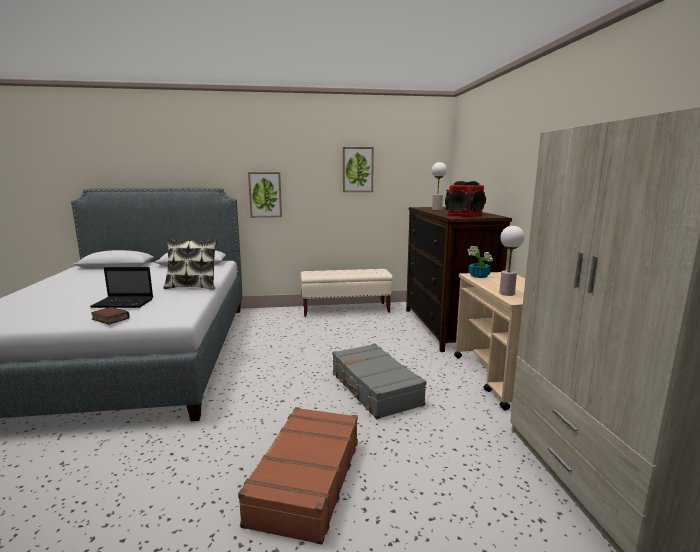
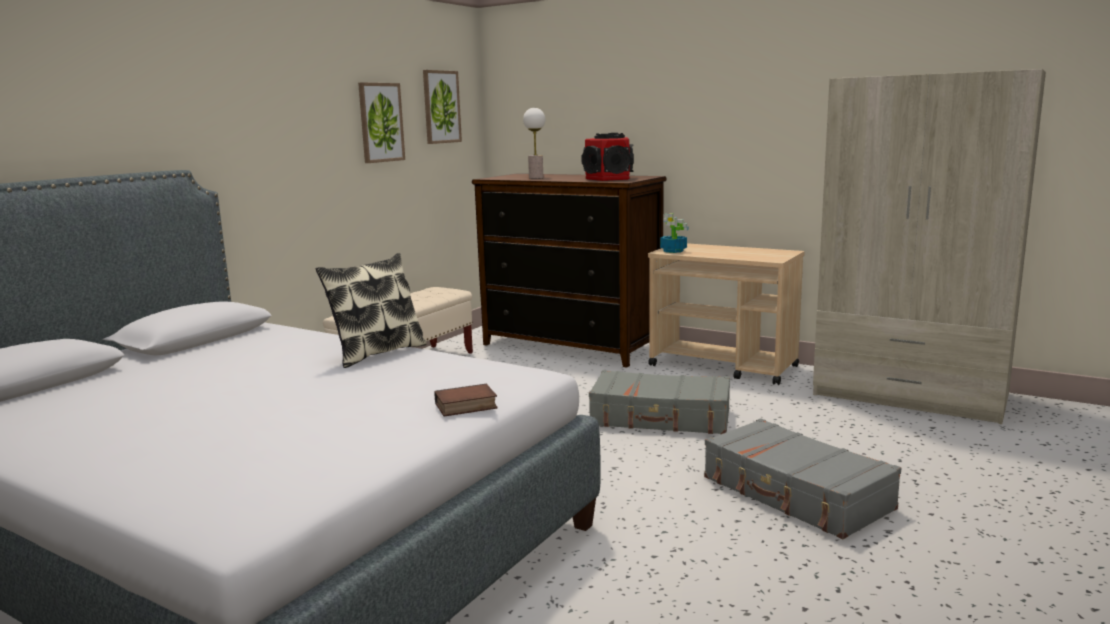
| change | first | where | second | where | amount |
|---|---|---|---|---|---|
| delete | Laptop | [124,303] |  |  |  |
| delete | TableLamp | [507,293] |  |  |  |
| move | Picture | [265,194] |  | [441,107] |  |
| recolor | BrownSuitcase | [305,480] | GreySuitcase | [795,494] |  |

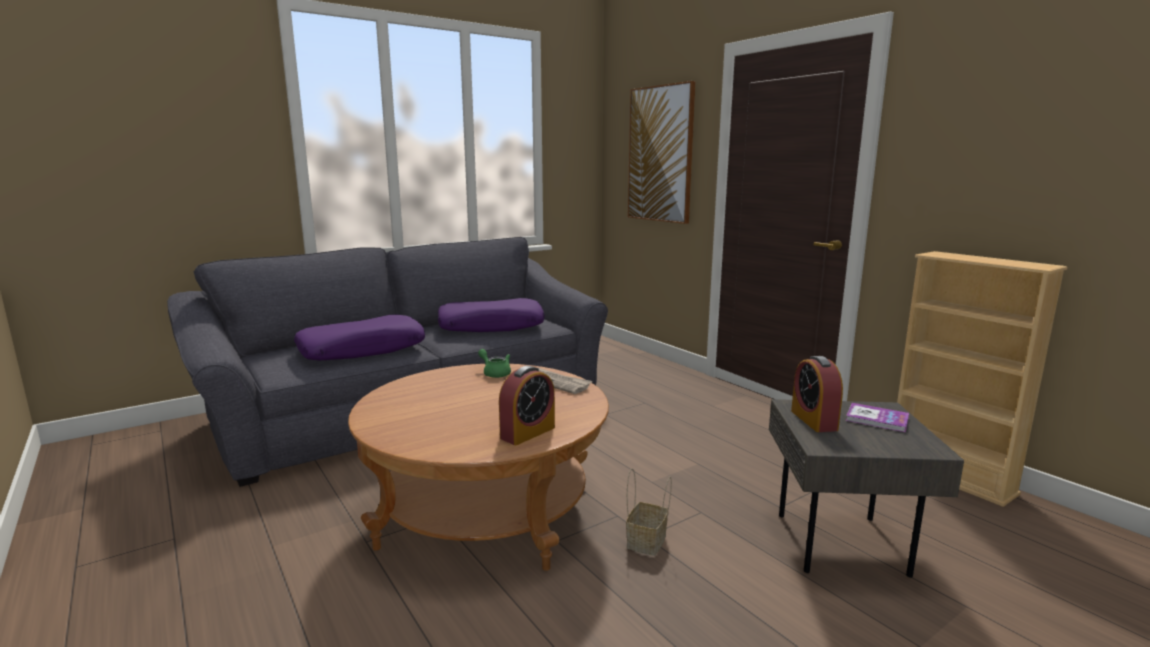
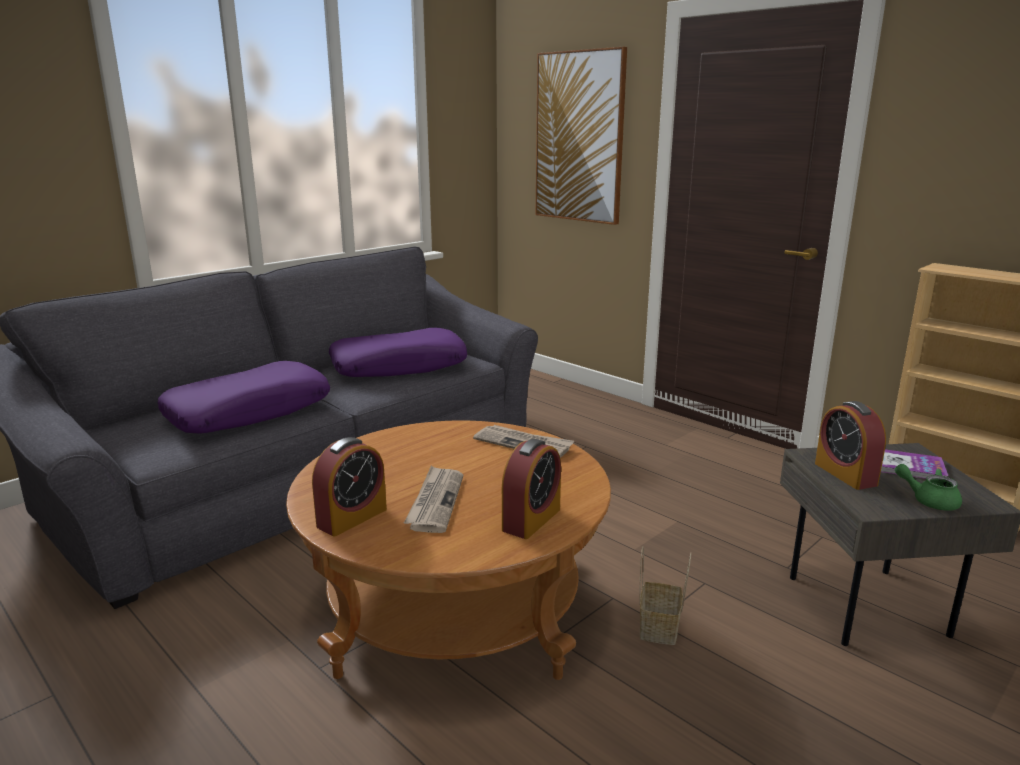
| change | first | where | second | where | amount |
|---|---|---|---|---|---|
| insert |  |  | AlarmClock | [352,518] |  |
| insert |  |  | Newspaper | [435,501] |  |
| move | GreenTeapot | [495,373] |  | [928,500] |  |

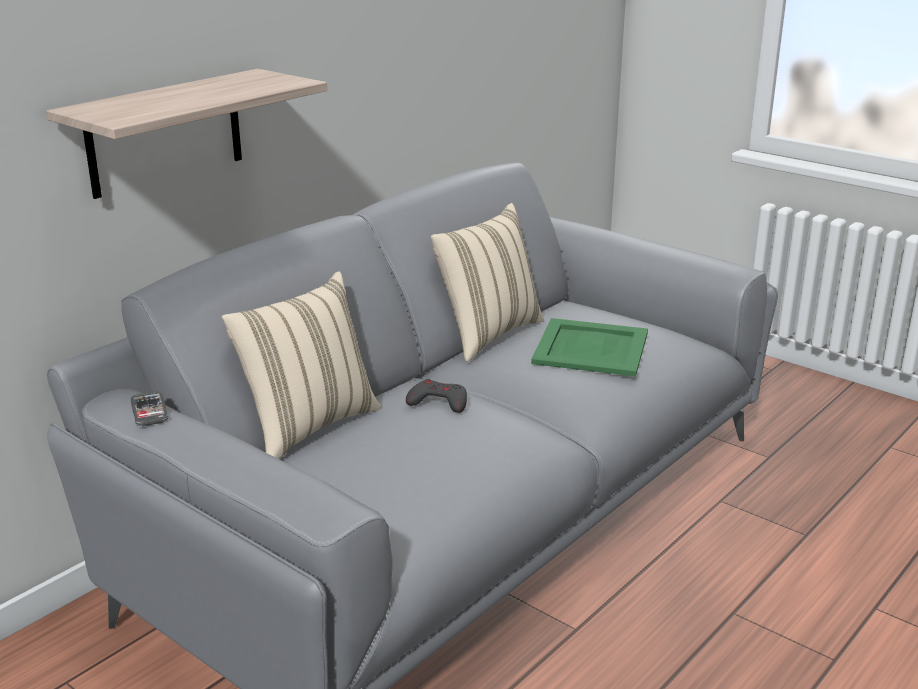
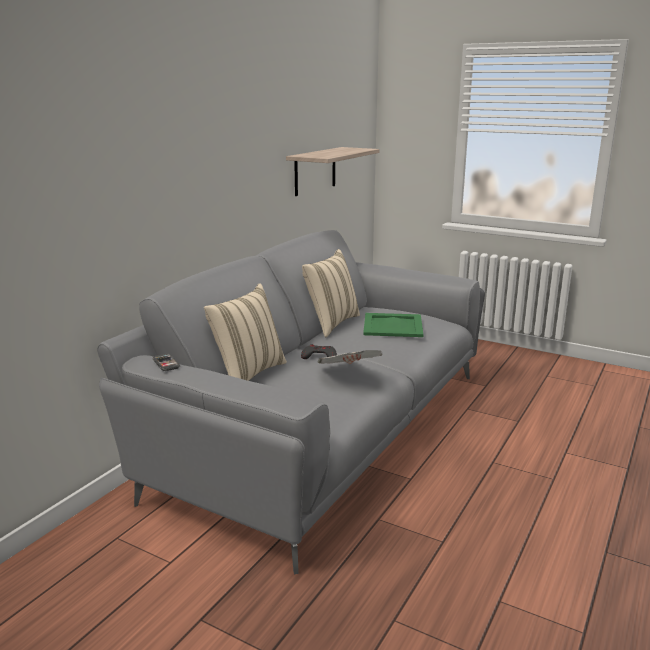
| change | first | where | second | where | amount |
|---|---|---|---|---|---|
| insert |  |  | Newspaper | [349,374] |  |
| move | Shelf | [165,133] |  | [315,171] |  |

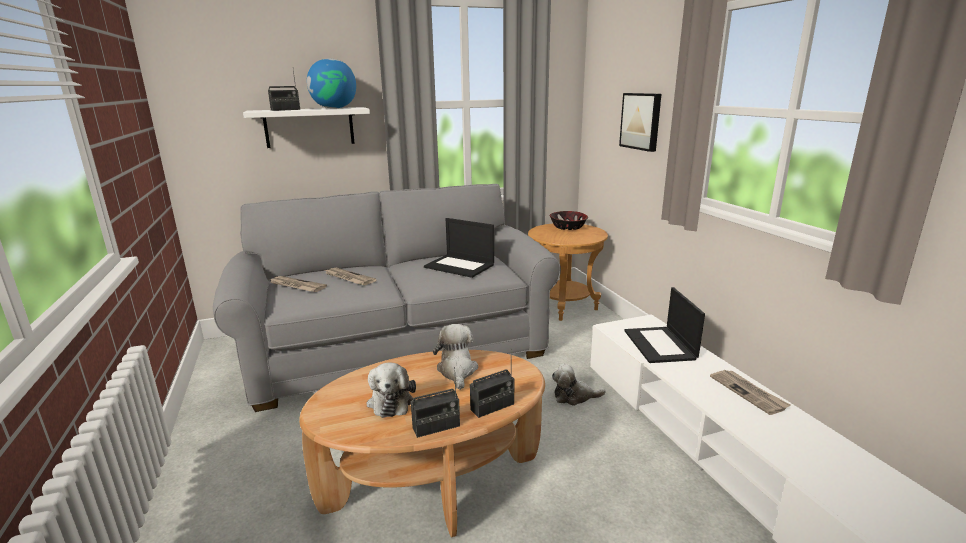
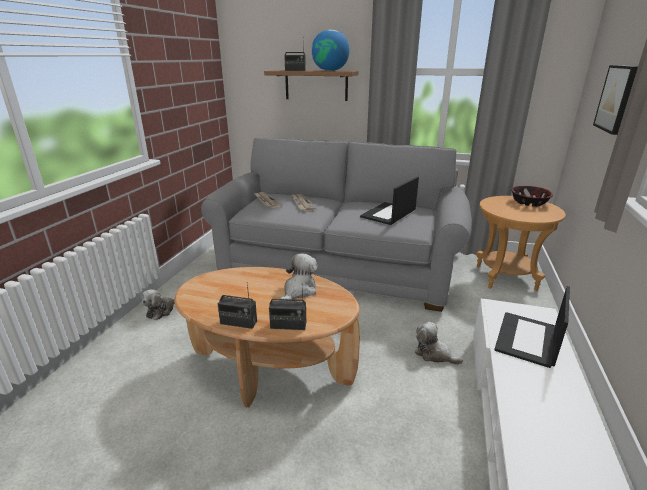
| change | first | where | second | where | amount |
|---|---|---|---|---|---|
| delete | Newspaper | [748,393] |  |  |  |
| move | PlushToy | [391,401] |  | [161,310] |  |
| recolor | WhiteShelf | [309,127] | BrownShelf | [316,85] |  |
| rotate | Laptop | [460,266] |  | [388,214] | 60 degrees clockwise |

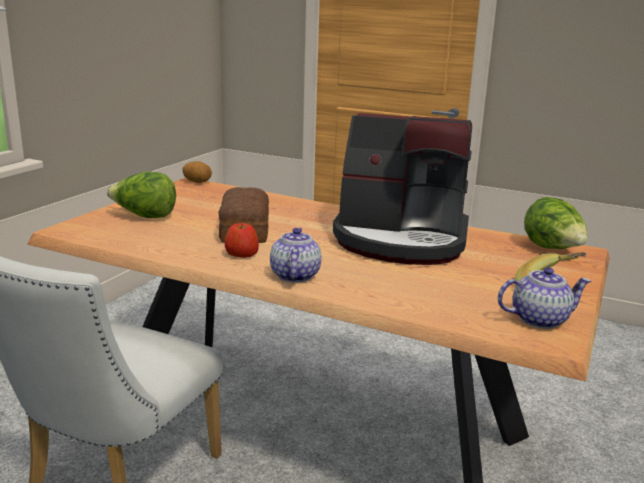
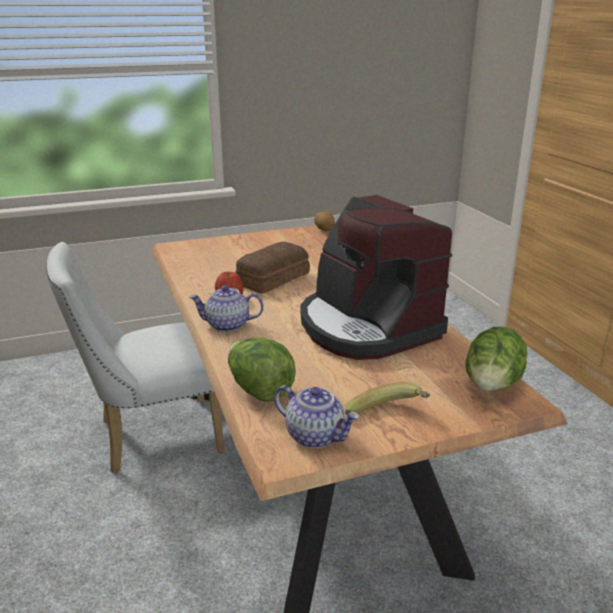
| change | first | where | second | where | amount |
|---|---|---|---|---|---|
| move | Lettuce | [144,217] |  | [259,390] |  |
| rotate | Teapot | [294,275] |  | [227,325] | 135 degrees counterclockwise |

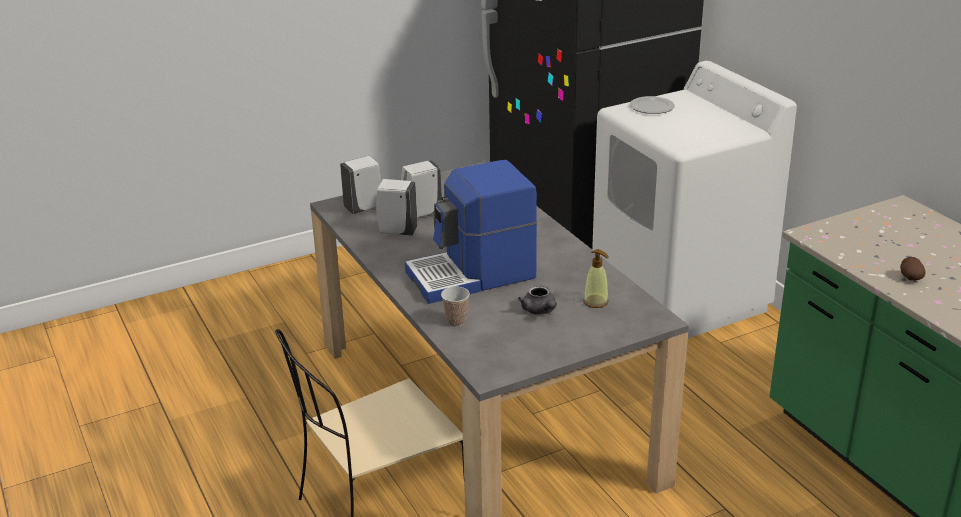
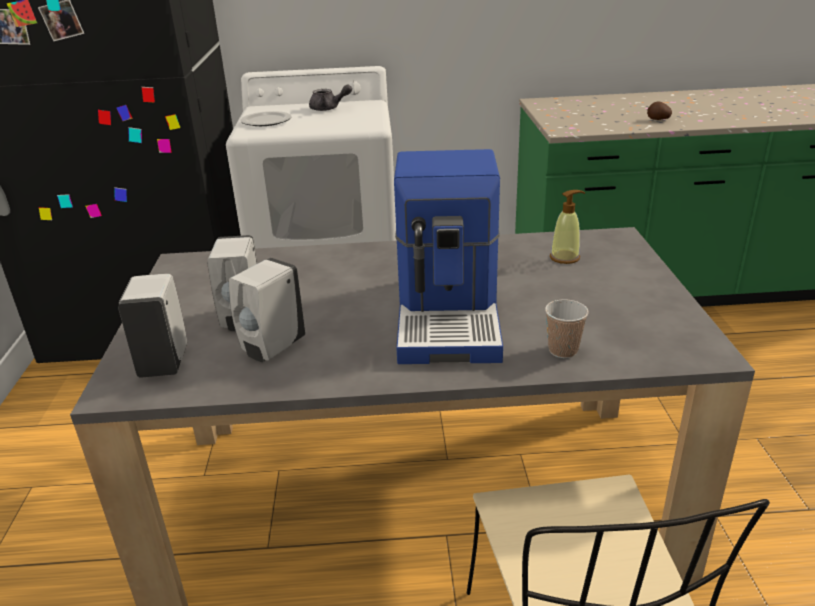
| change | first | where | second | where | amount |
|---|---|---|---|---|---|
| move | GreyTeapot | [540,311] |  | [328,108] |  |

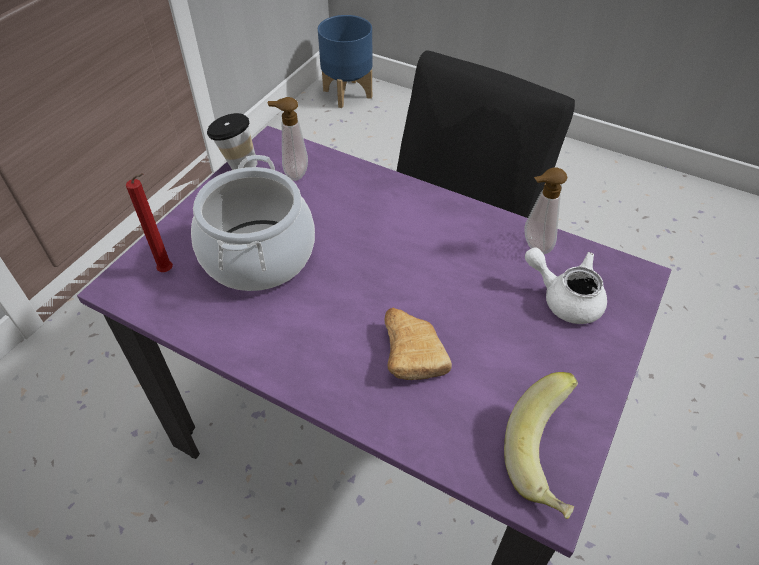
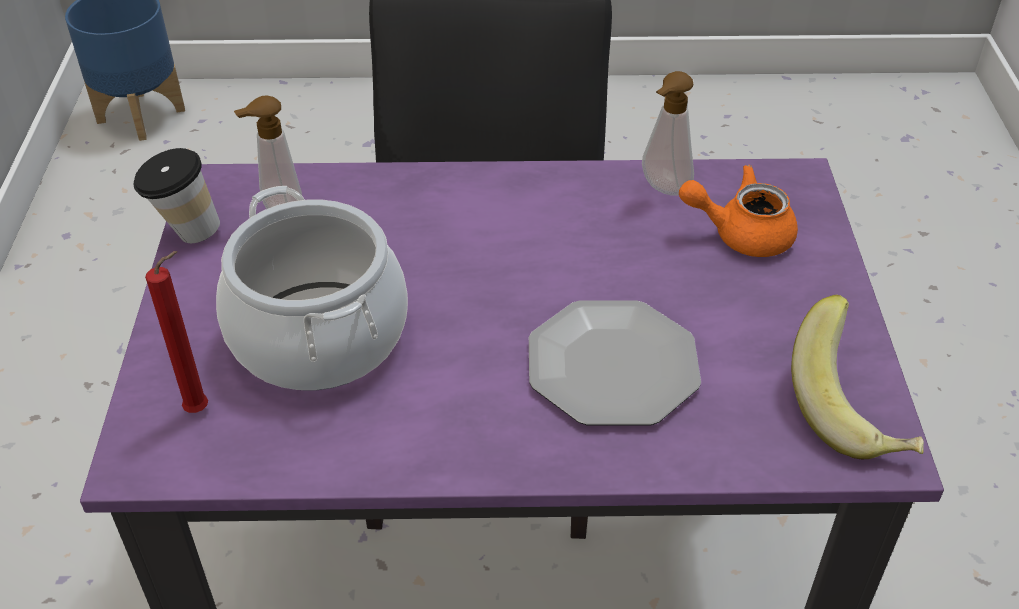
| change | first | where | second | where | amount |
|---|---|---|---|---|---|
| replace | Bread | [410,350] | Plate | [613,365] |  |
| recolor | WhiteTeapot | [565,298] | OrangeTeapot | [741,233] |  |

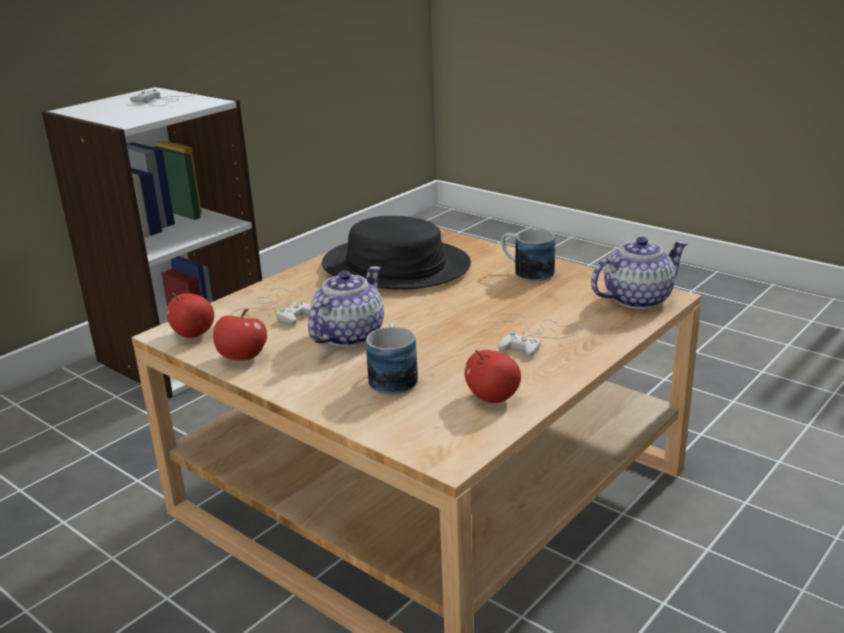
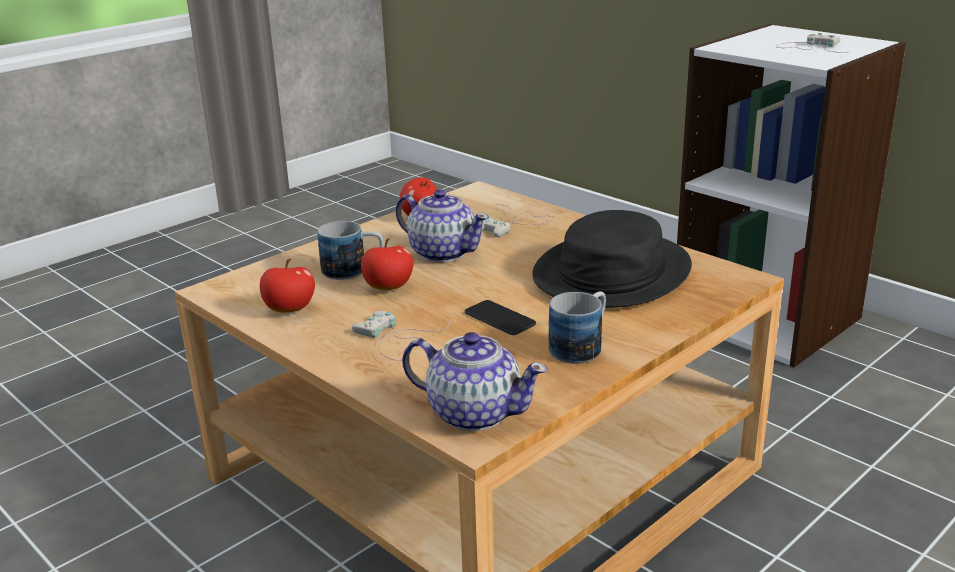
| change | first | where | second | where | amount |
|---|---|---|---|---|---|
| insert |  |  | Phone | [499,319] |  |
| move | Apple | [193,334] |  | [388,288] |  |
| rotate | Teapot | [636,299] |  | [474,413] | 45 degrees counterclockwise |

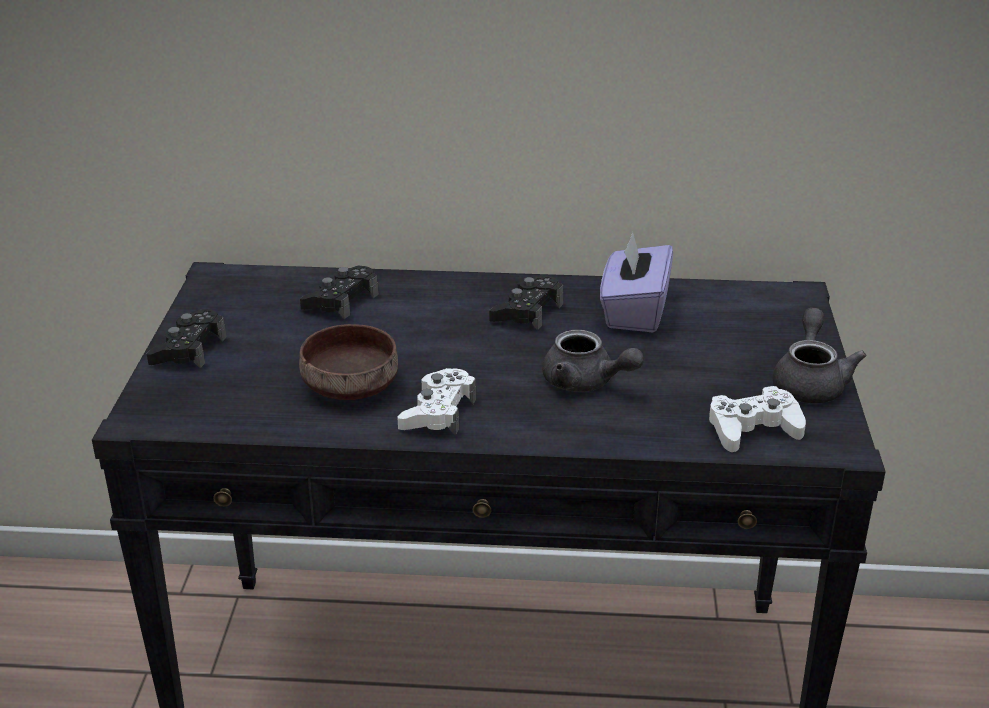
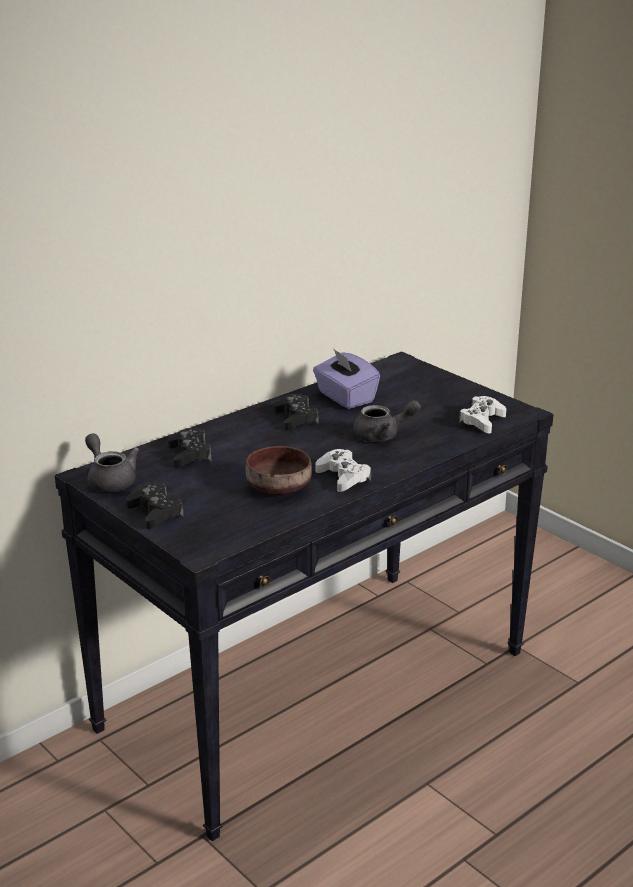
| change | first | where | second | where | amount |
|---|---|---|---|---|---|
| move | GreyTeapot | [810,382] |  | [110,480] |  |

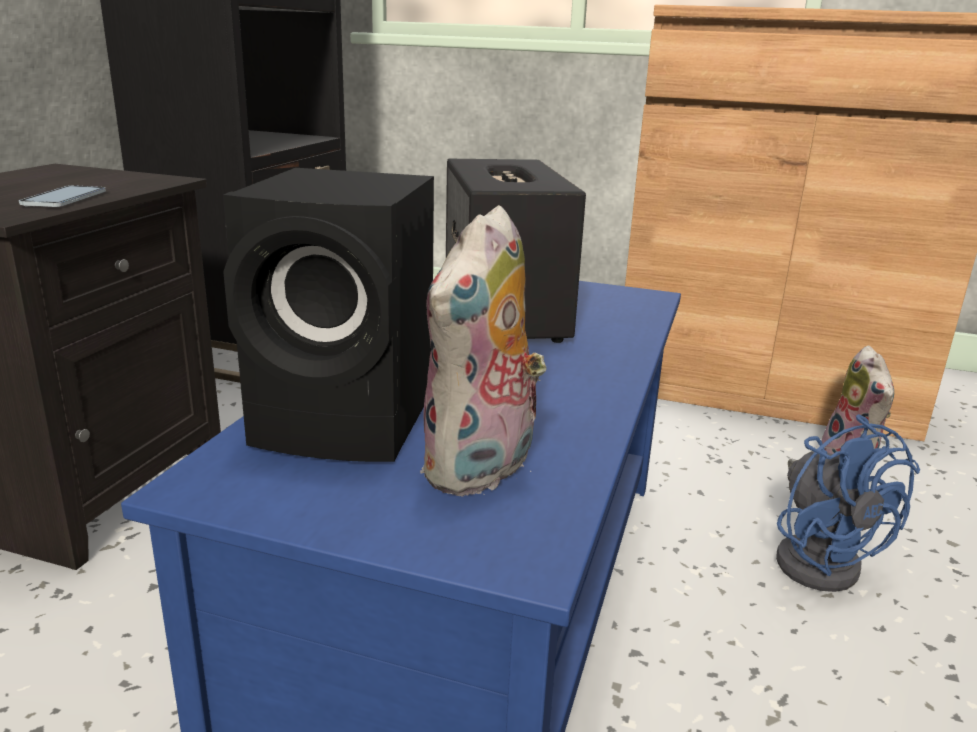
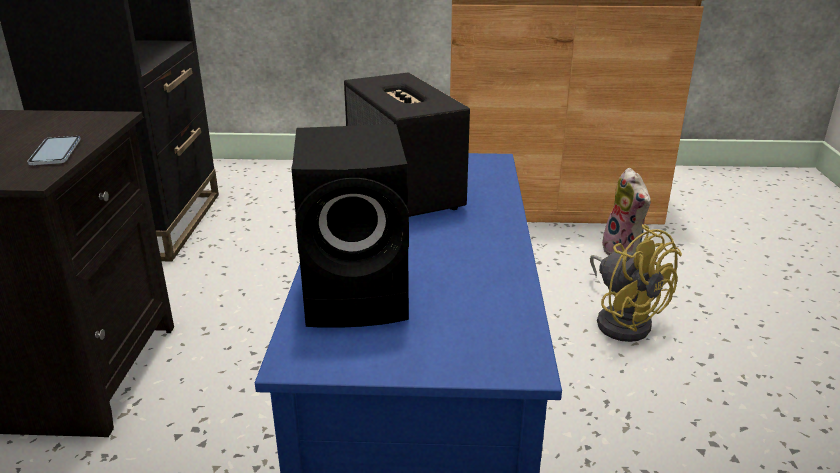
| change | first | where | second | where | amount |
|---|---|---|---|---|---|
| delete | PlushToy | [482,471] |  |  |  |
| recolor | BlueFan | [819,558] | YellowFan | [623,320] |  |

